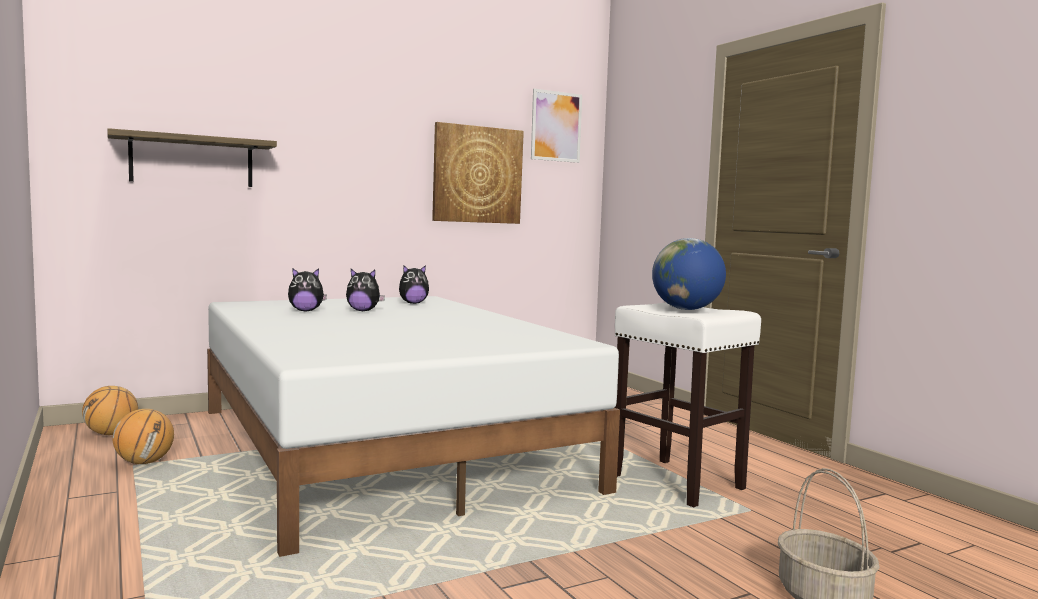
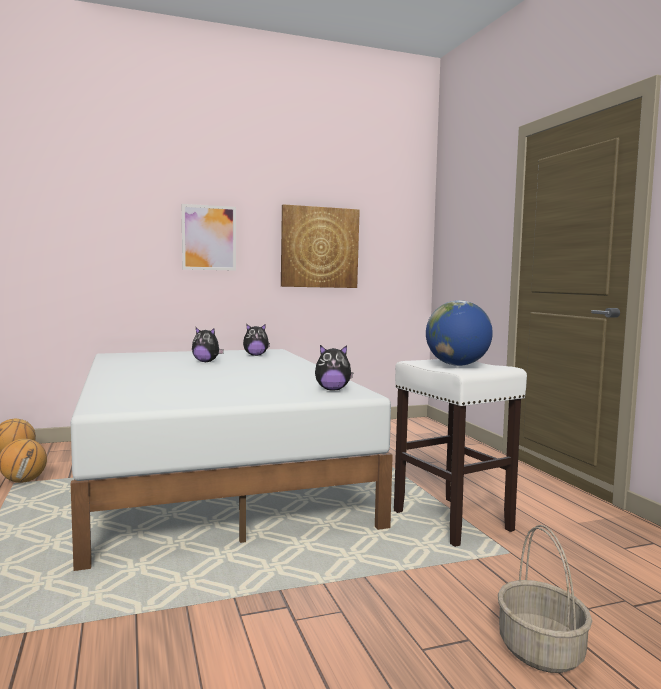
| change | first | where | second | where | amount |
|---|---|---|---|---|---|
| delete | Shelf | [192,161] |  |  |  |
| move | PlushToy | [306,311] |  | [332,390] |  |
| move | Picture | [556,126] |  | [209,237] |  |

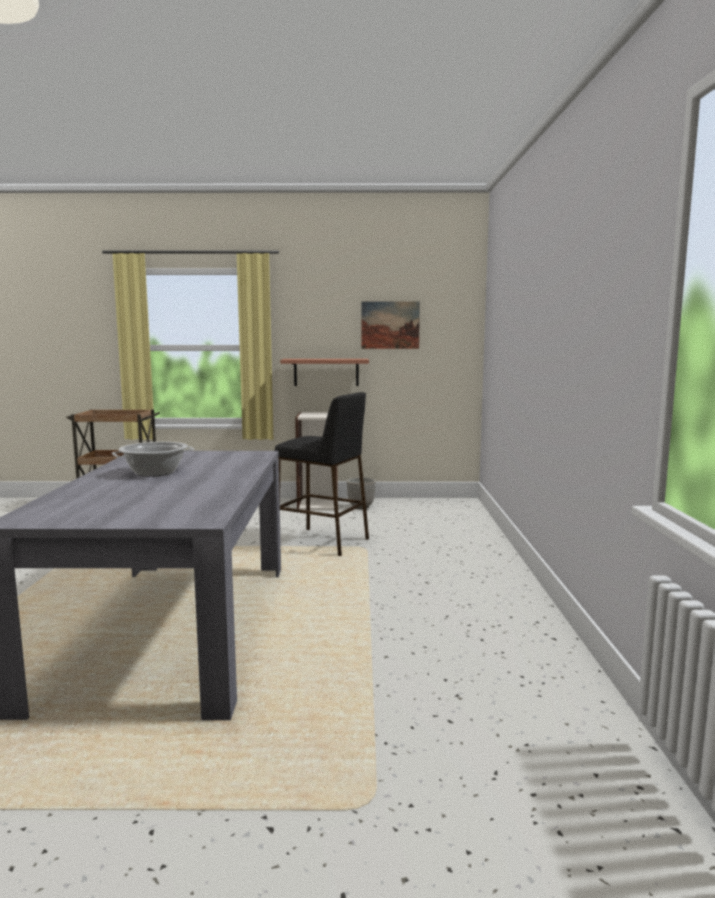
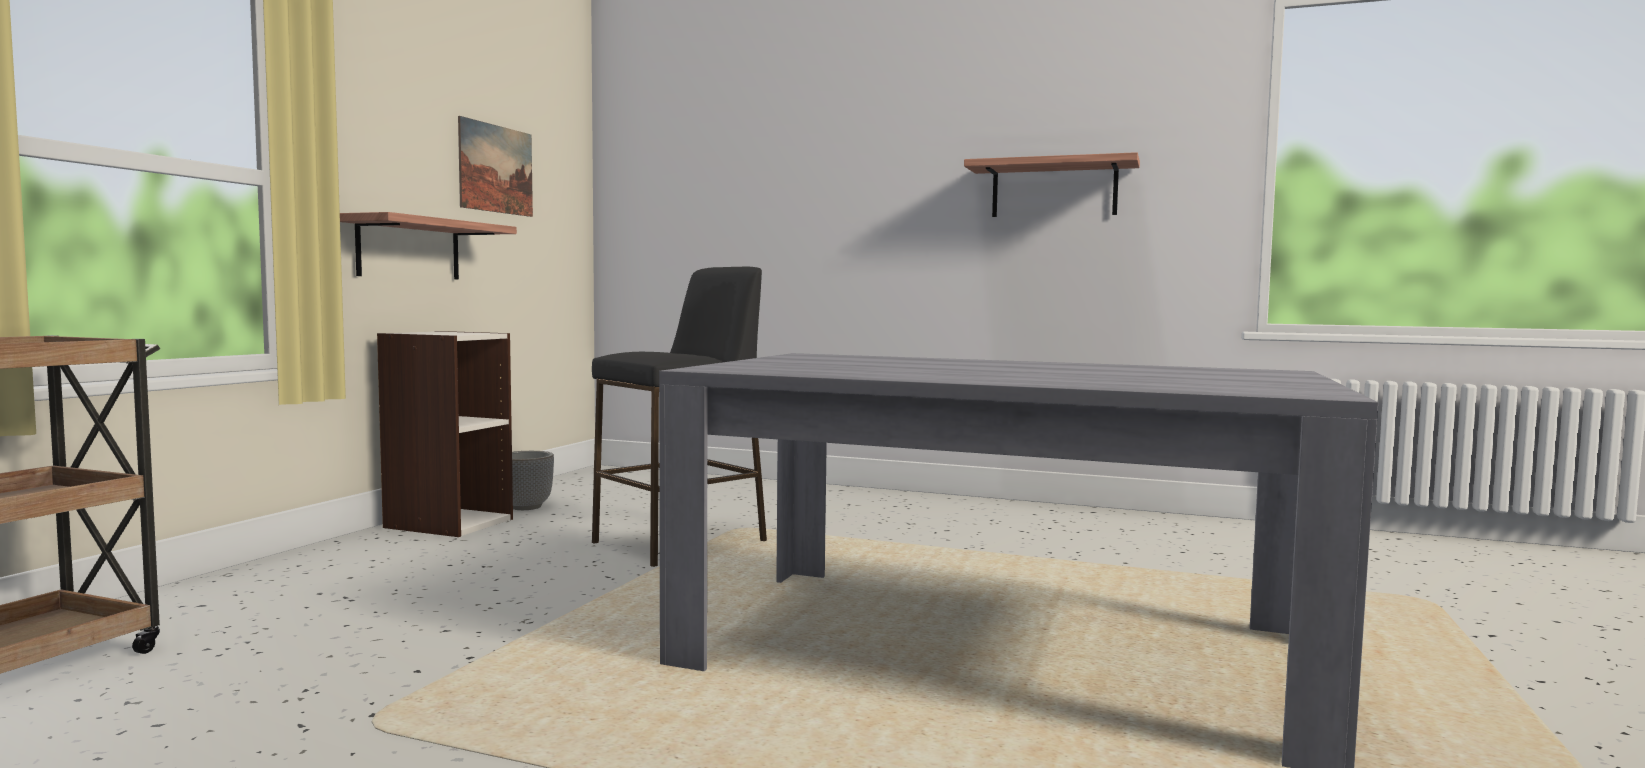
| change | first | where | second | where | amount |
|---|---|---|---|---|---|
| delete | CookingPot | [155,472] |  |  |  |
| insert |  |  | Shelf | [1054,190] |  |

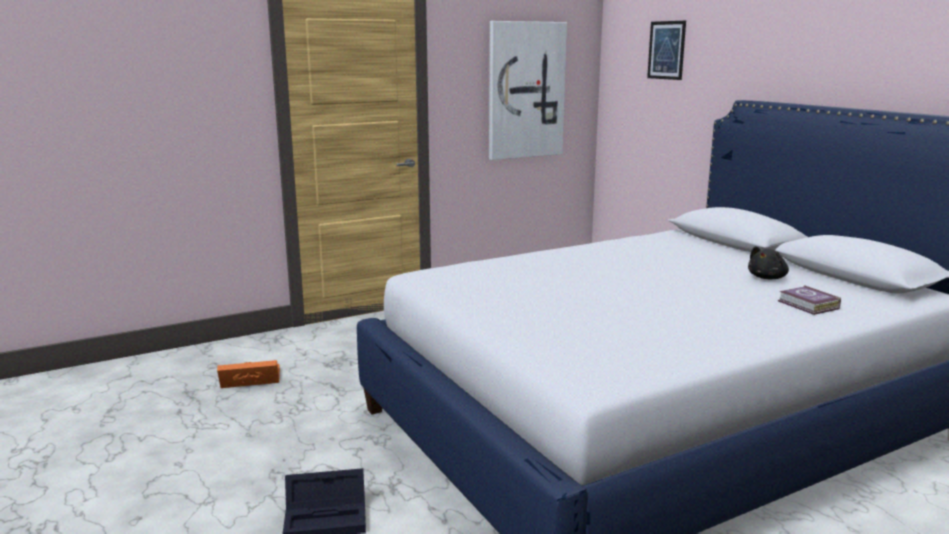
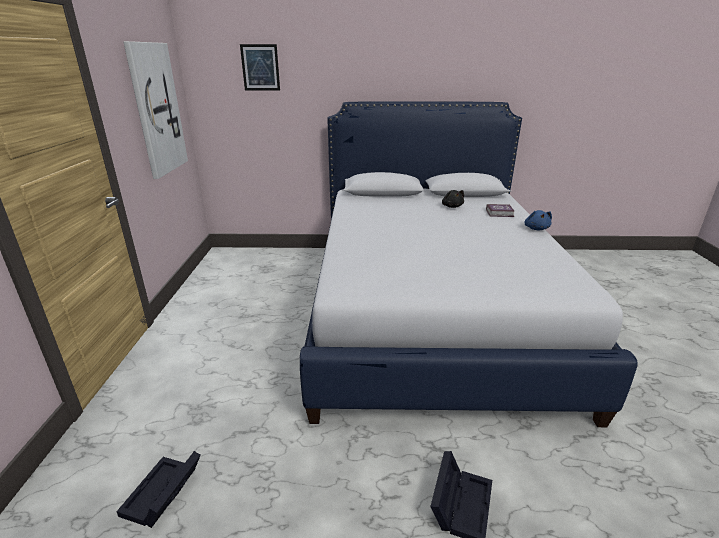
| change | first | where | second | where | amount |
|---|---|---|---|---|---|
| insert |  |  | BluePlushToy | [536,228] |  |
| recolor | OrangeStorageBox | [248,381] | BlackStorageBox | [162,496] |  |

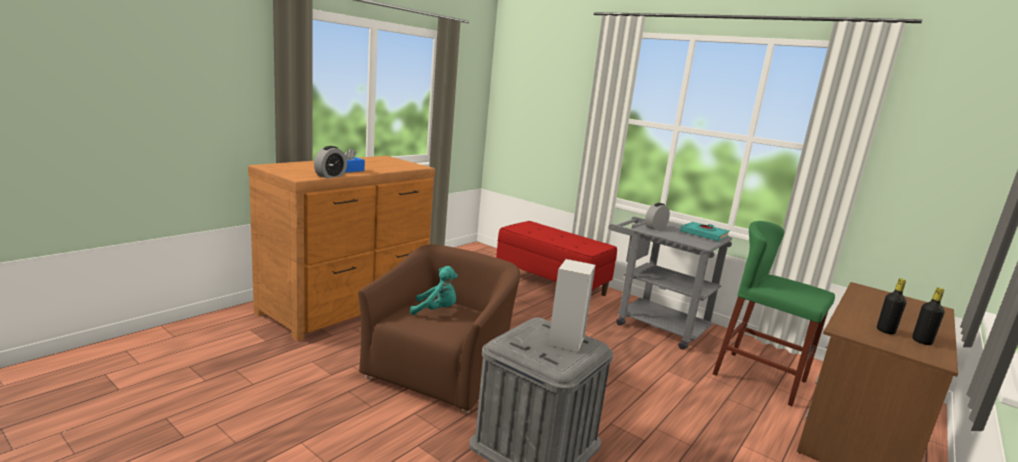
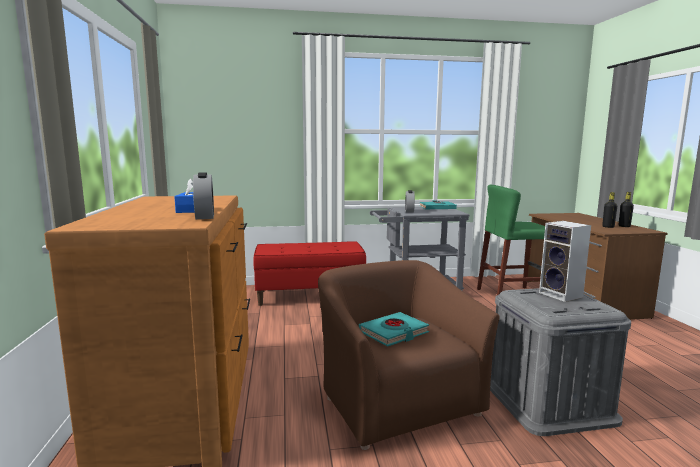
| change | first | where | second | where | amount |
|---|---|---|---|---|---|
| replace | TurquoisePlushToy | [436,310] | TurquoiseBook | [394,333] |  |

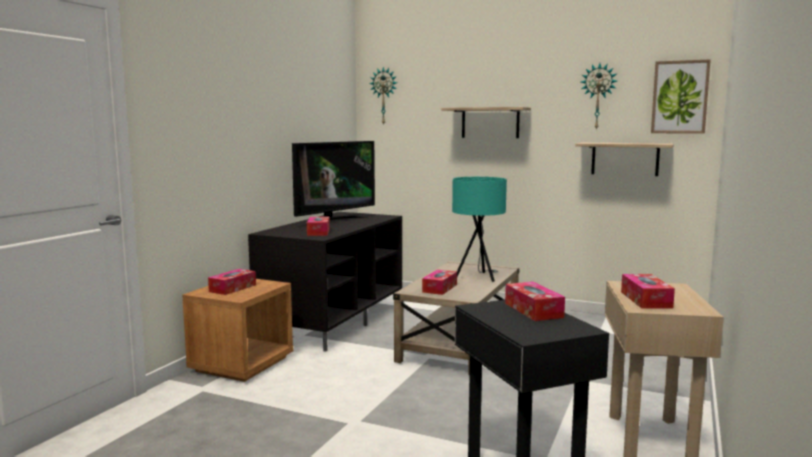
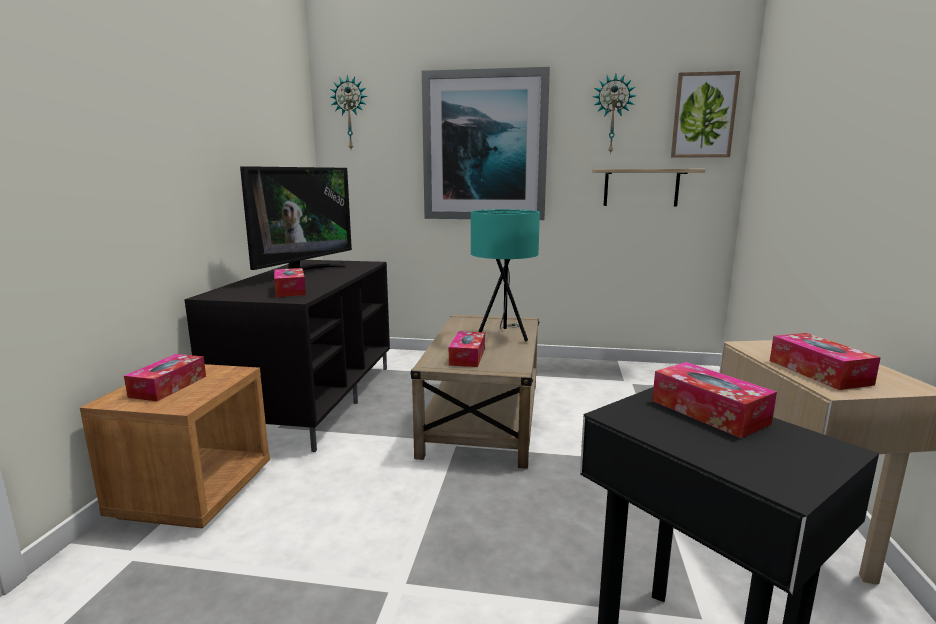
| change | first | where | second | where | amount |
|---|---|---|---|---|---|
| replace | Shelf | [490,123] | Picture | [485,147] |  |

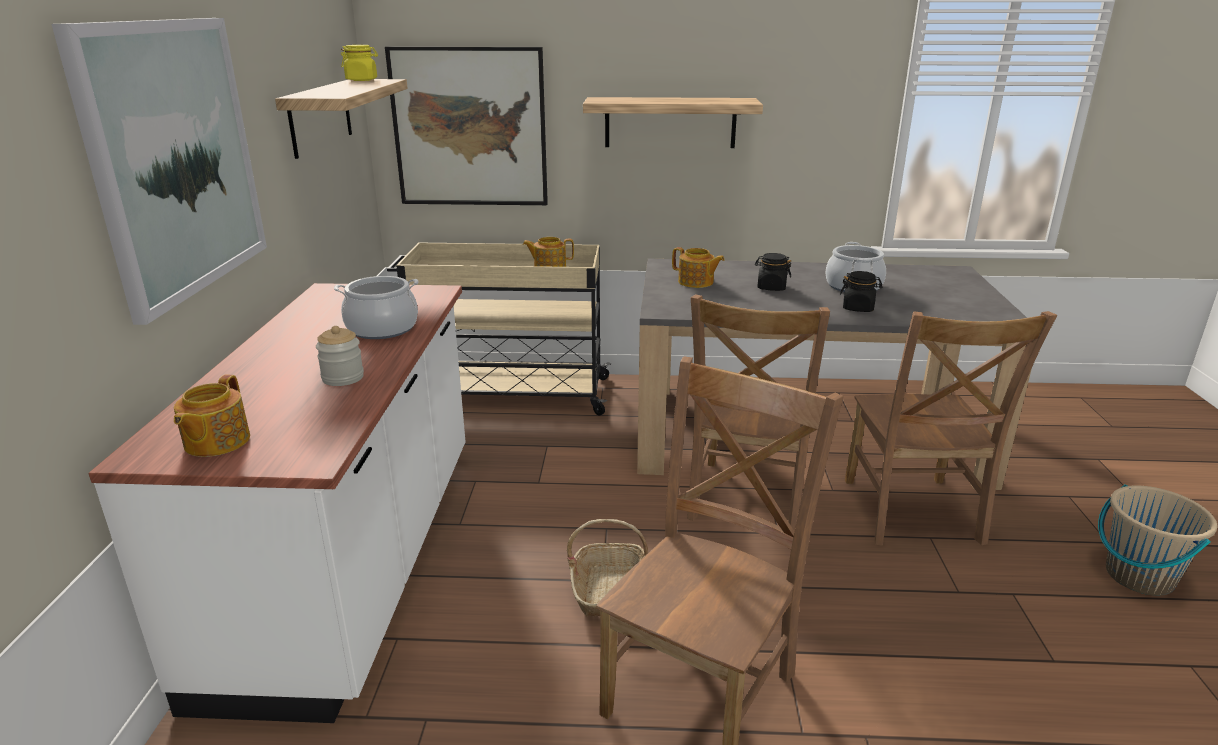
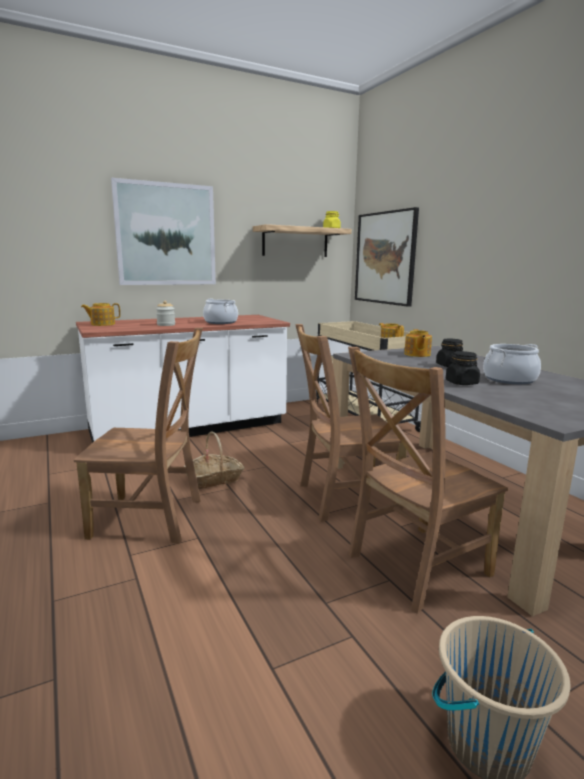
| change | first | where | second | where | amount |
|---|---|---|---|---|---|
| delete | Shelf | [670,122] |  |  |  |

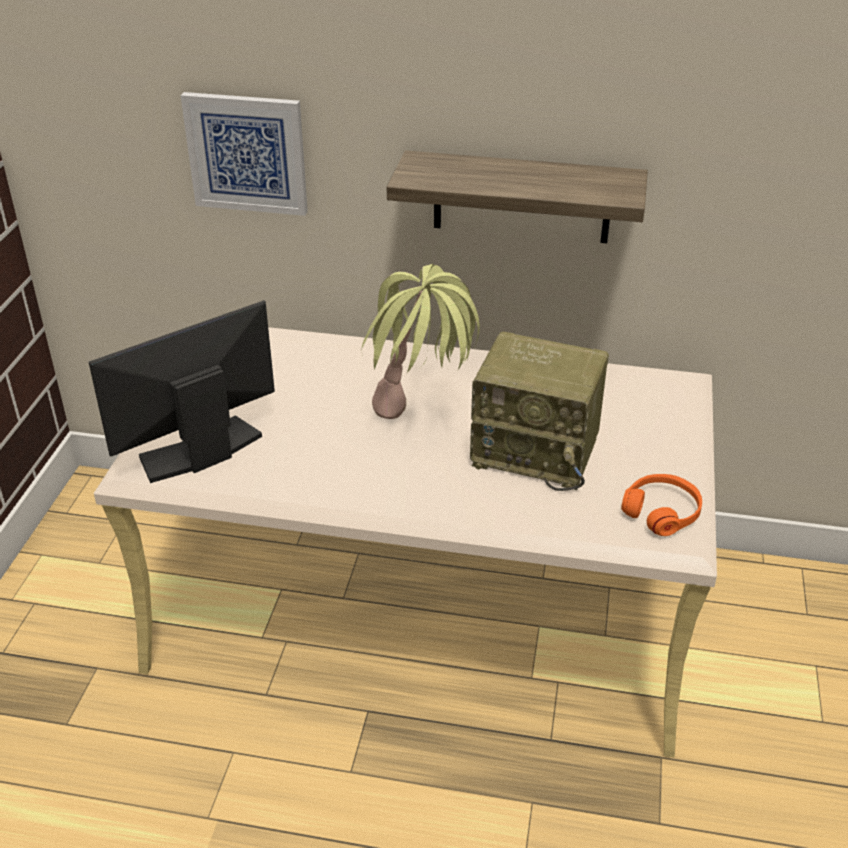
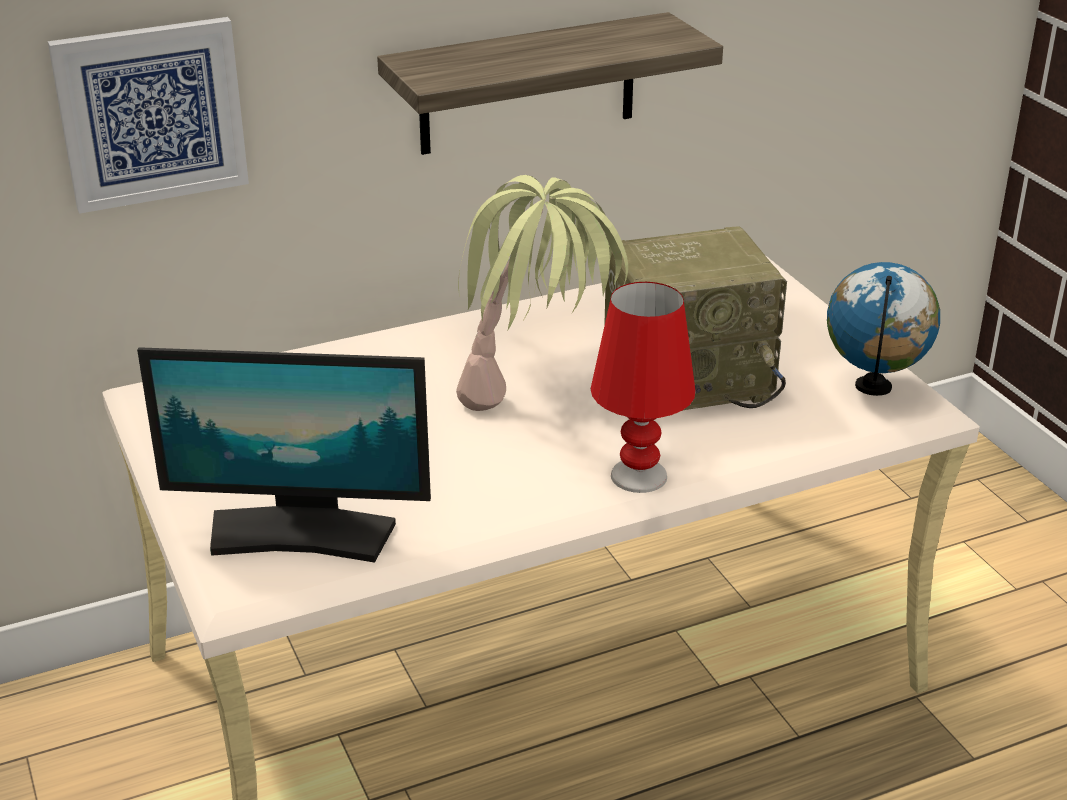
| change | first | where | second | where | amount |
|---|---|---|---|---|---|
| insert |  |  | RedTableLamp | [639,476] |  |
| replace | OrangeHeadphones | [661,512] | Globe | [873,387] |  |
| rotate | Monitor | [201,452] |  | [301,533] | 105 degrees counterclockwise |

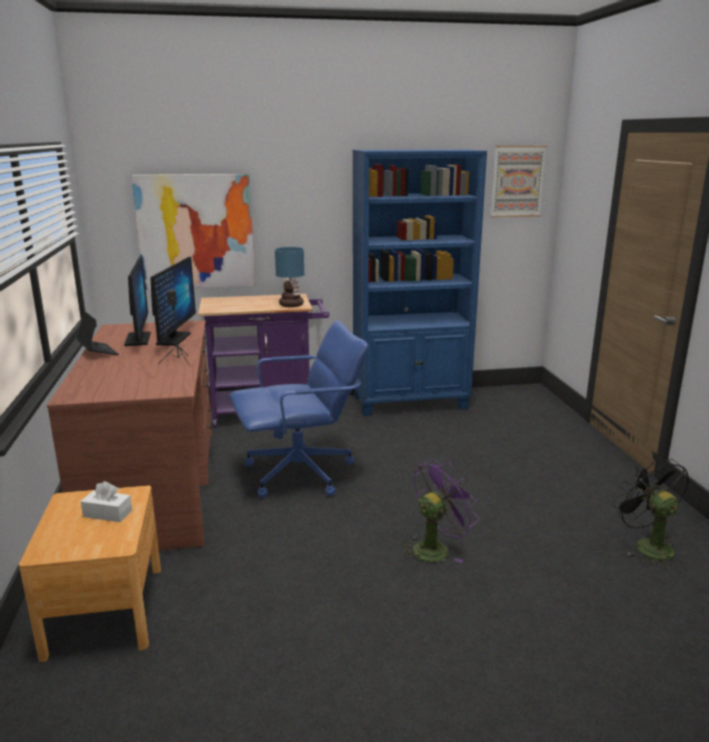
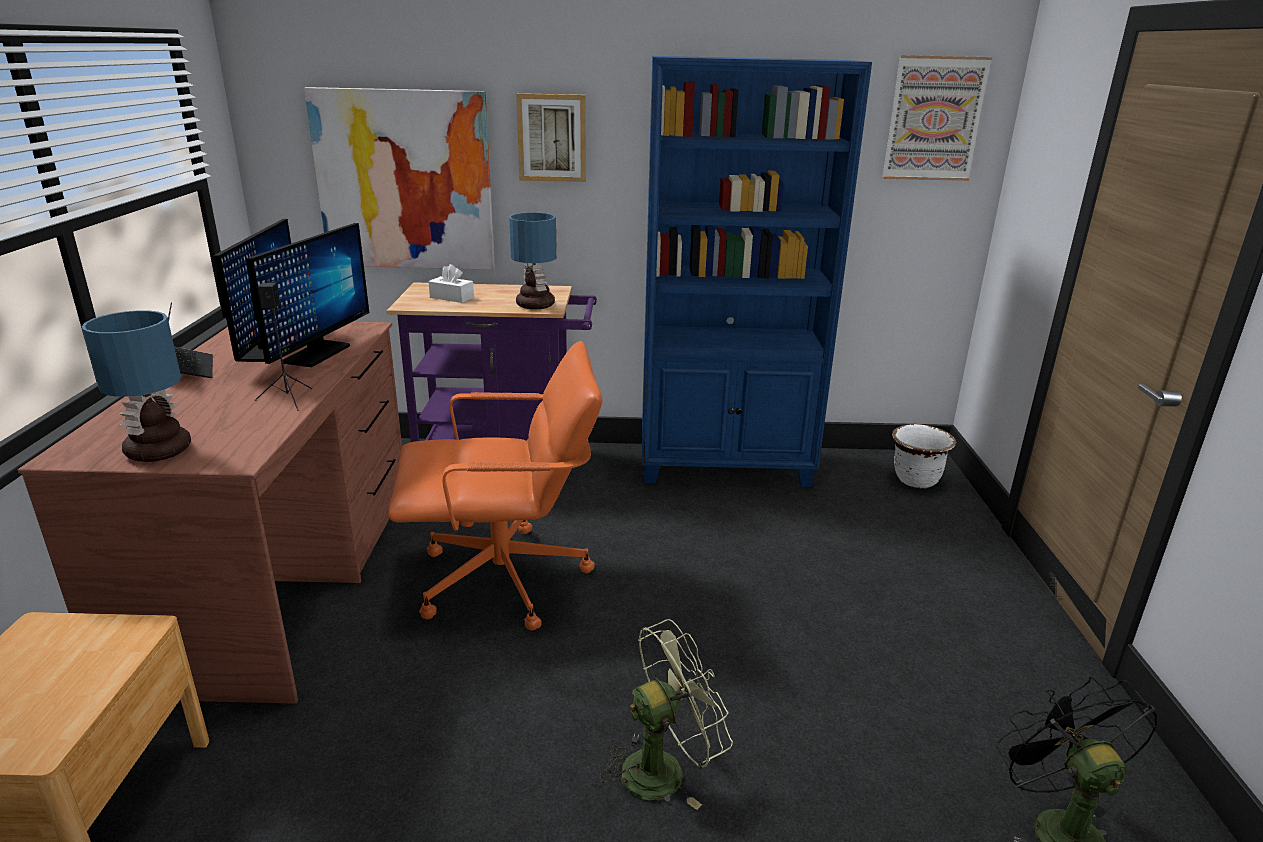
| change | first | where | second | where | amount |
|---|---|---|---|---|---|
| insert |  |  | TableLamp | [158,452] |  |
| insert |  |  | Picture | [552,138] |  |
| insert |  |  | WhitePlanter | [916,480] |  |
| move | WhiteTissueBox | [107,514] |  | [451,297] |  |
| recolor | BlueOfficeChair | [301,473] | OrangeOfficeChair | [505,580] |  |
| recolor | PurpleFan | [435,548] | GreenFan | [664,768] |  |

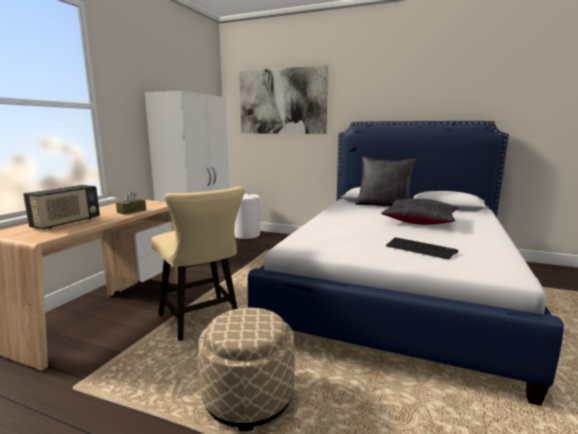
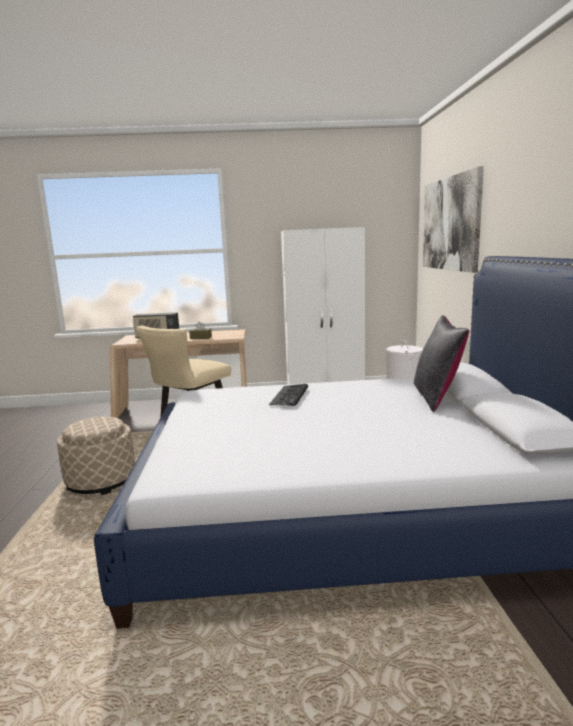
| change | first | where | second | where | amount |
|---|---|---|---|---|---|
| delete | BlackPillow | [419,221] |  |  |  |
| move | Keyboard | [420,249] |  | [290,396] |  |

